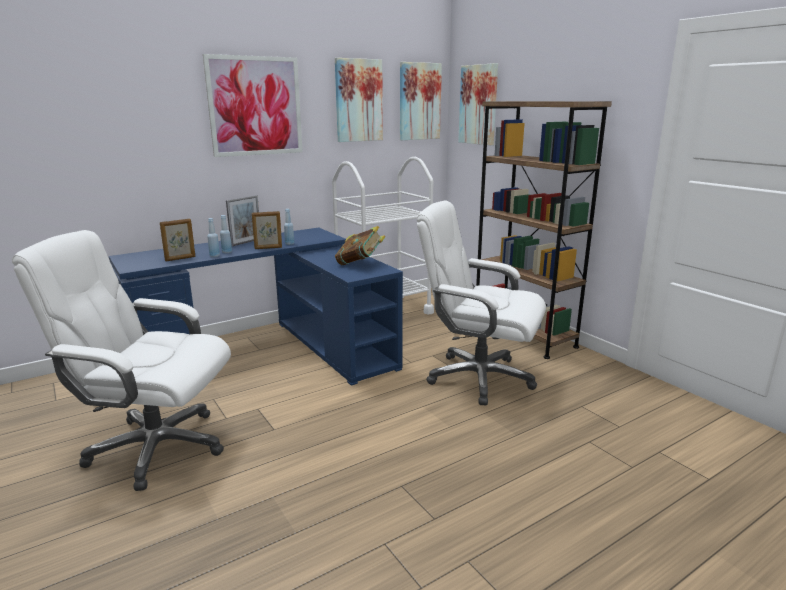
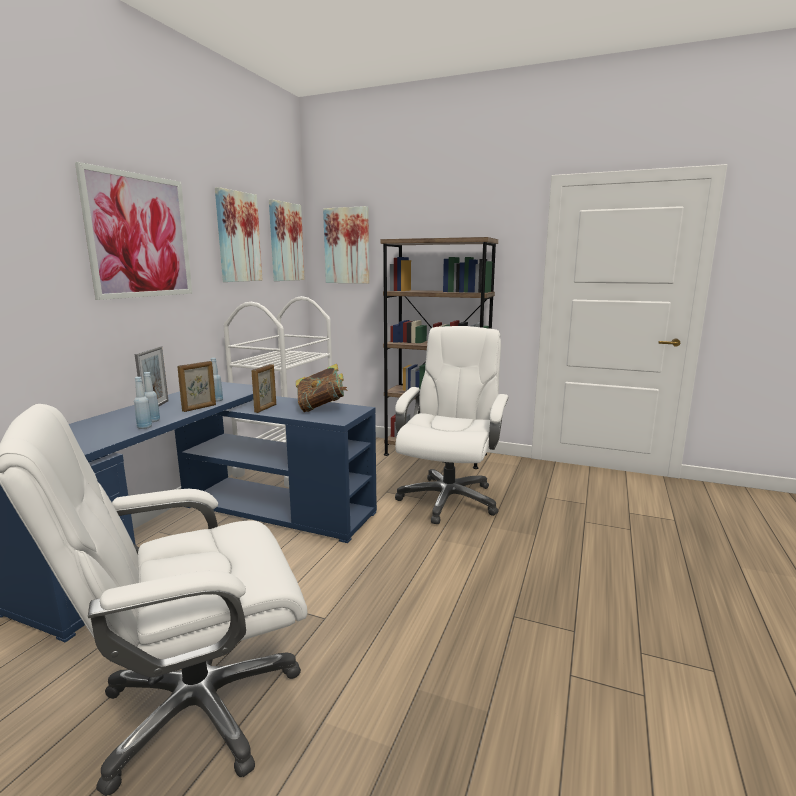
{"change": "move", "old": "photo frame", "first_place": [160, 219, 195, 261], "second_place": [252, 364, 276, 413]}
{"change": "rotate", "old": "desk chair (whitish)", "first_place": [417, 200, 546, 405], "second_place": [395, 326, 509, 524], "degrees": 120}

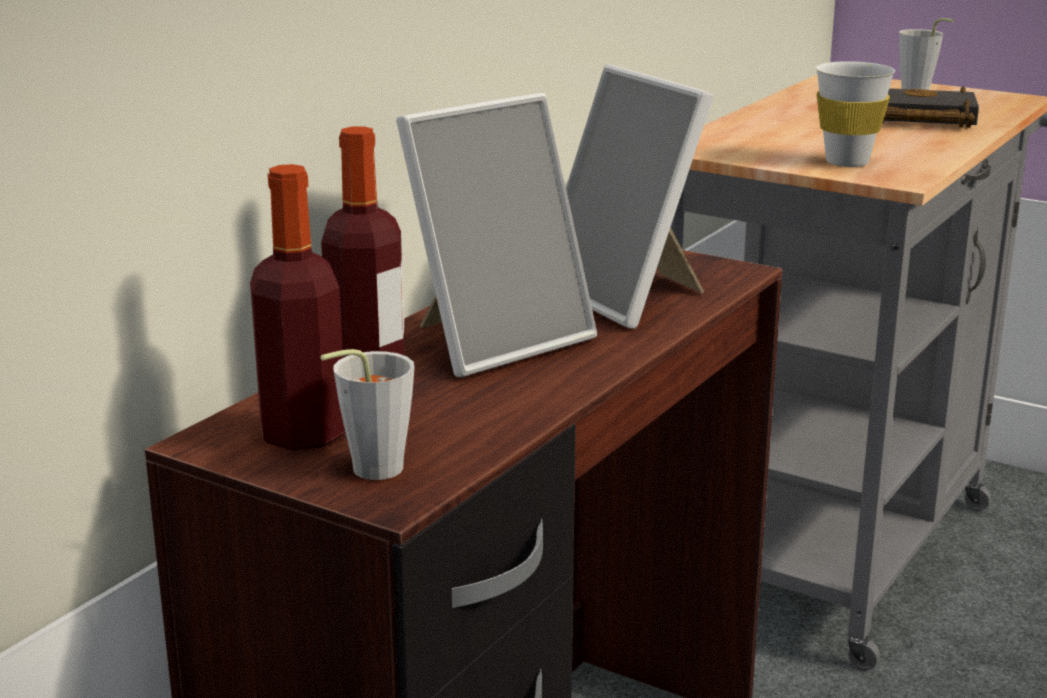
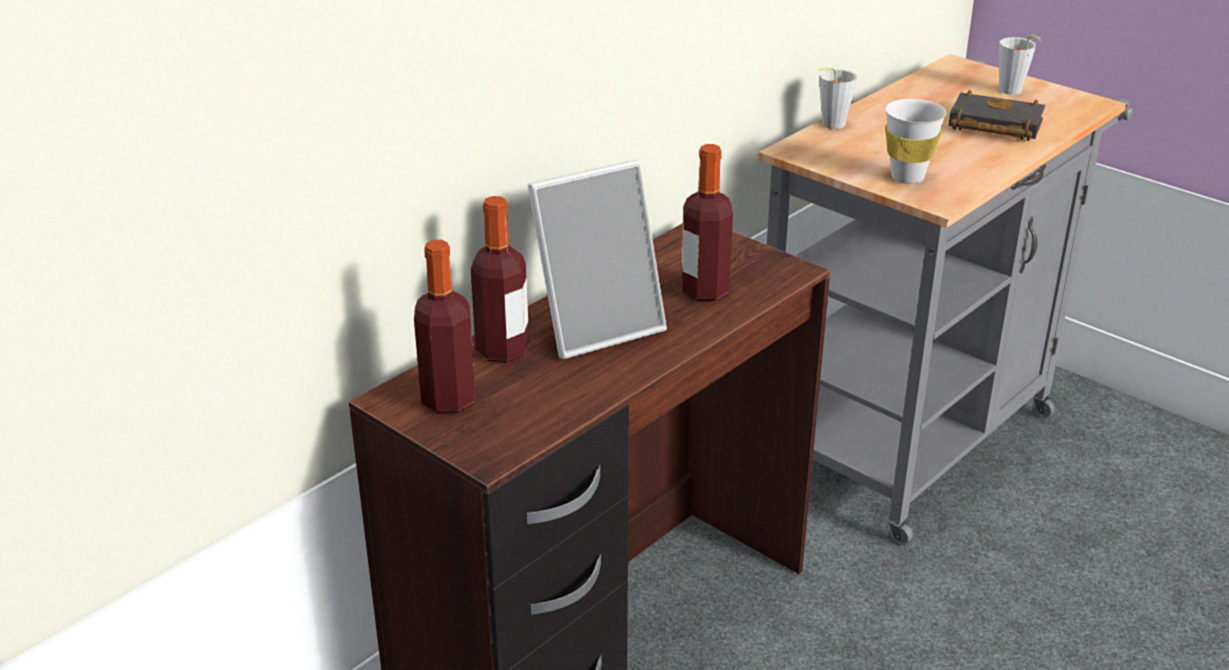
{"change": "move", "old": "drinking cup (gray)", "first_place": [321, 349, 415, 480], "second_place": [817, 67, 857, 129]}
{"change": "replace", "old": "photo frame", "new": "bottle", "first_place": [566, 64, 713, 329], "second_place": [681, 144, 733, 301]}

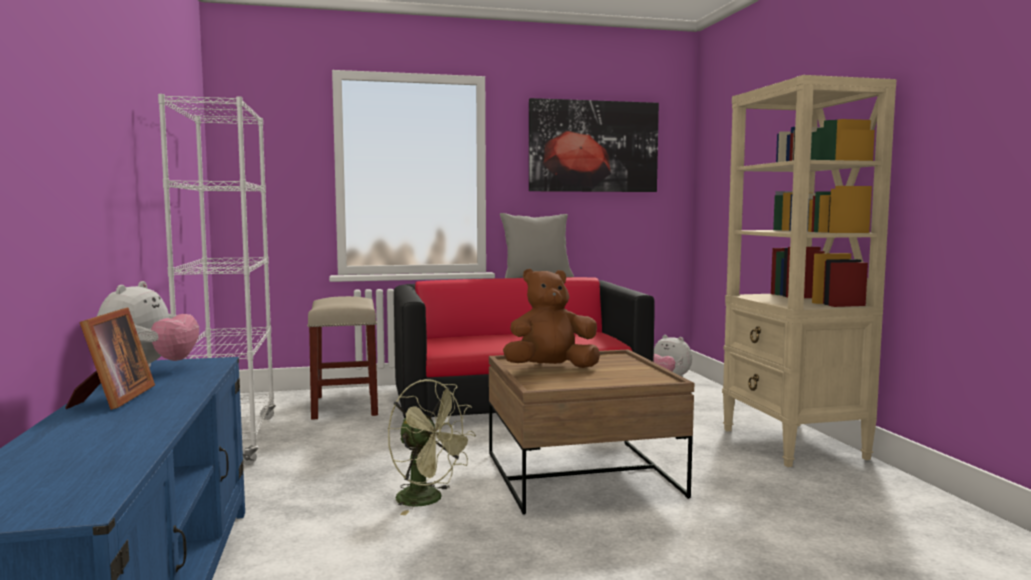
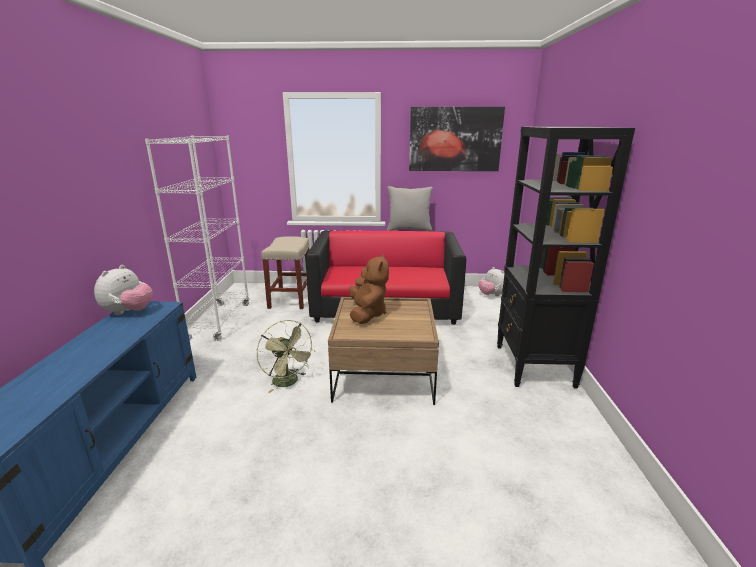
{"change": "delete", "old": "photo frame", "first_place": [65, 307, 155, 410]}
{"change": "recolor", "old": "shelving unit (beige-coloured)", "new": "shelving unit (black-coloured)", "first_place": [722, 75, 897, 467], "second_place": [497, 127, 635, 388]}
{"change": "rotate", "old": "cuddly toy (brown-coloured)", "first_place": [503, 269, 600, 368], "second_place": [349, 254, 389, 324], "degrees": 90}

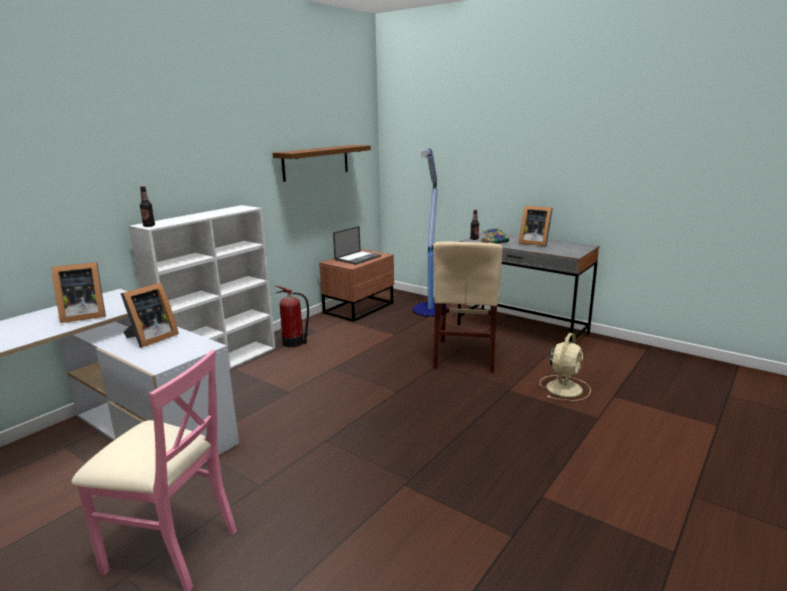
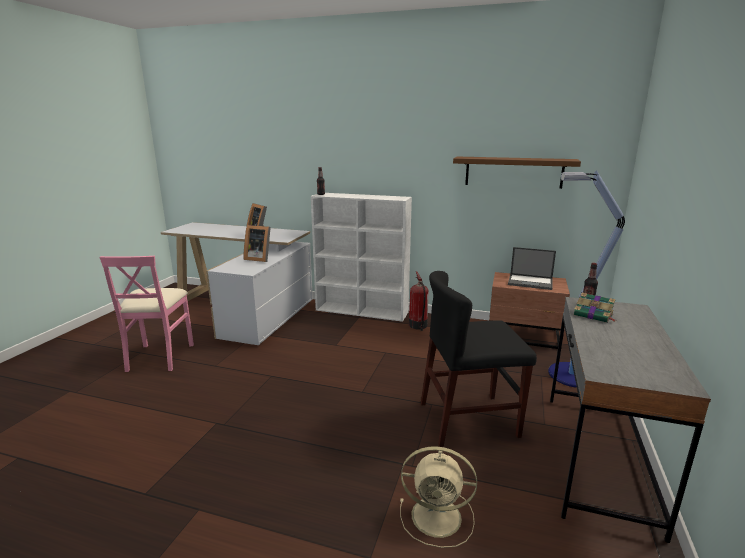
{"change": "delete", "old": "photo frame", "first_place": [519, 206, 553, 246]}
{"change": "recolor", "old": "chair (beige-coloured)", "new": "chair (black-coloured)", "first_place": [433, 242, 503, 373], "second_place": [421, 271, 537, 447]}

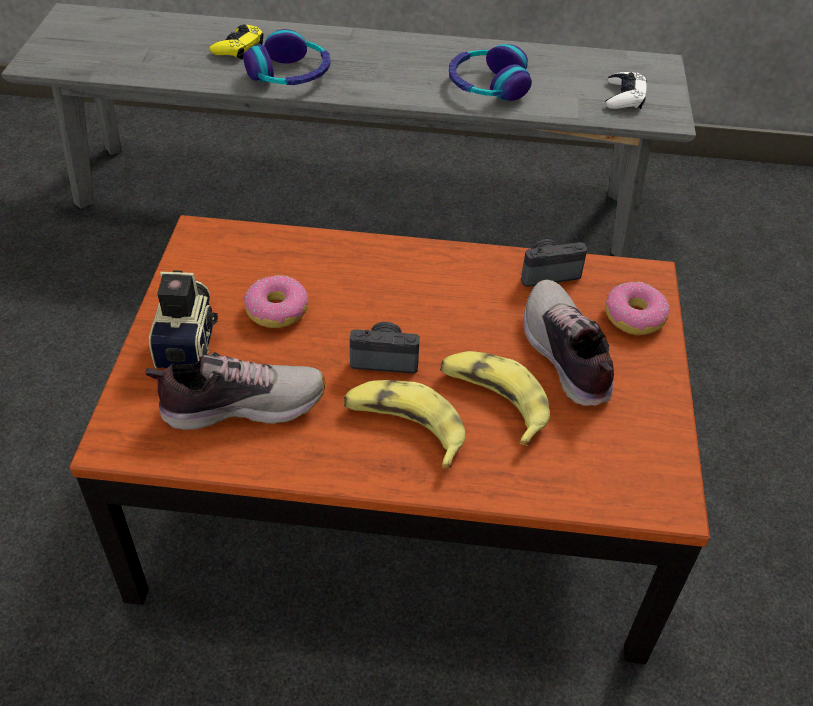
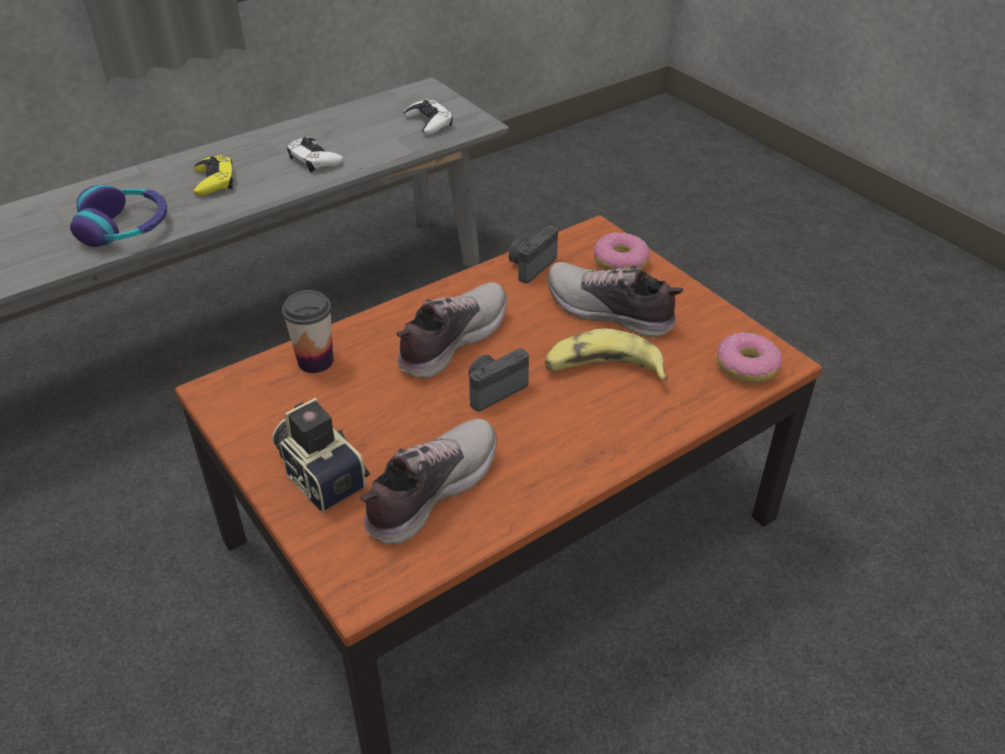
{"change": "delete", "old": "banana fruit", "first_place": [344, 380, 465, 469]}
{"change": "insert", "new": "drinking cup", "second_place": [282, 290, 333, 373]}
{"change": "insert", "new": "low shoe", "second_place": [396, 282, 507, 378]}
{"change": "move", "old": "gamepad (yellow)", "first_place": [210, 24, 264, 60], "second_place": [193, 155, 233, 196]}
{"change": "move", "old": "ring doughnut", "first_place": [244, 275, 308, 328], "second_place": [717, 332, 782, 383]}
{"change": "replace", "old": "headphones", "new": "gamepad (whitish)", "first_place": [449, 44, 532, 101], "second_place": [287, 137, 343, 172]}

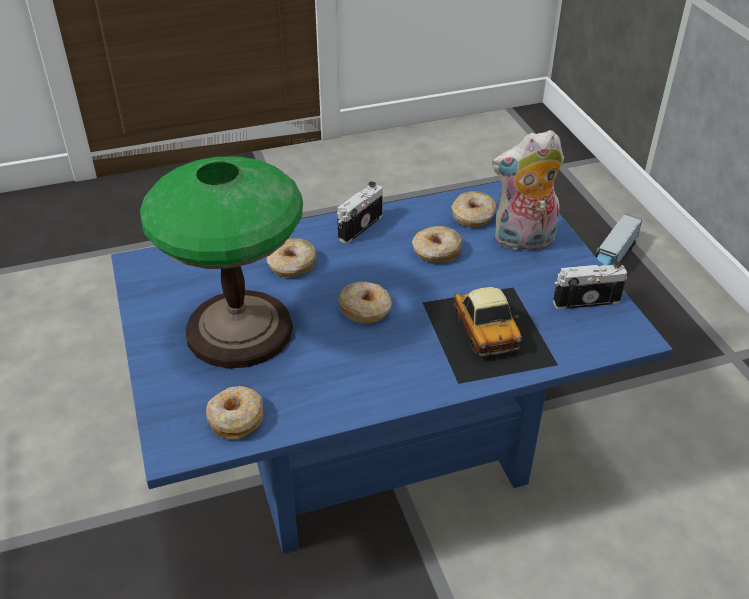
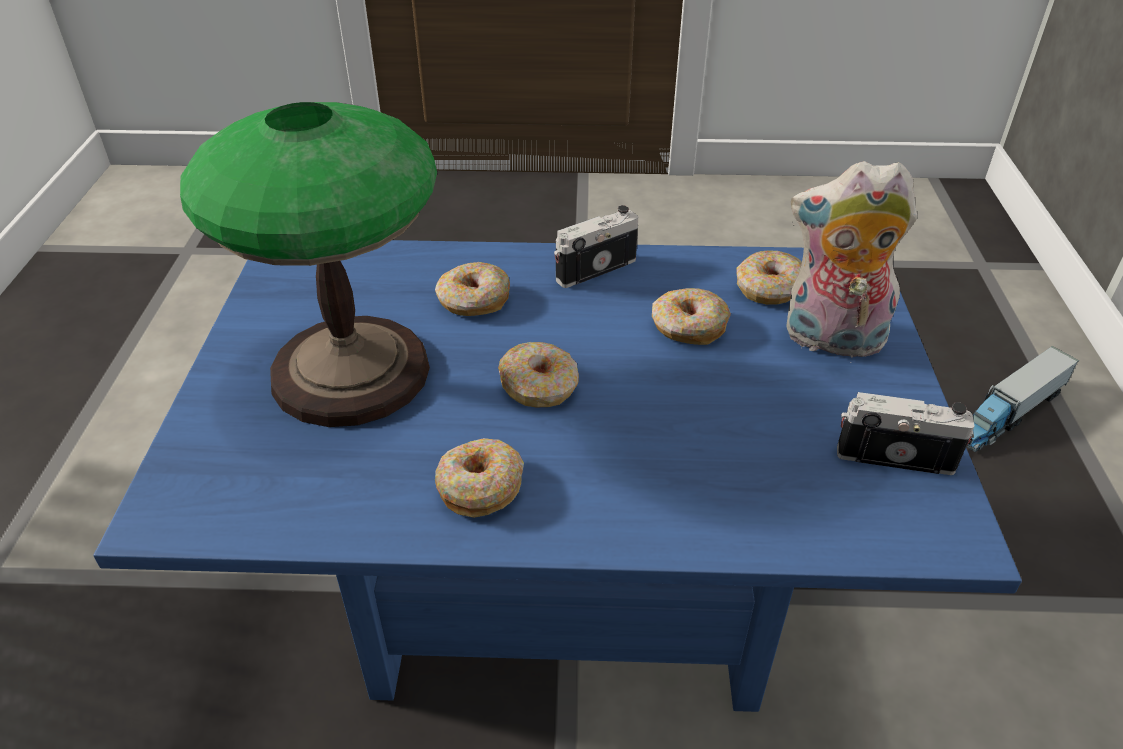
{"change": "delete", "old": "model car", "first_place": [423, 287, 558, 384]}
{"change": "move", "old": "ring doughnut", "first_place": [206, 386, 263, 439], "second_place": [435, 438, 524, 518]}

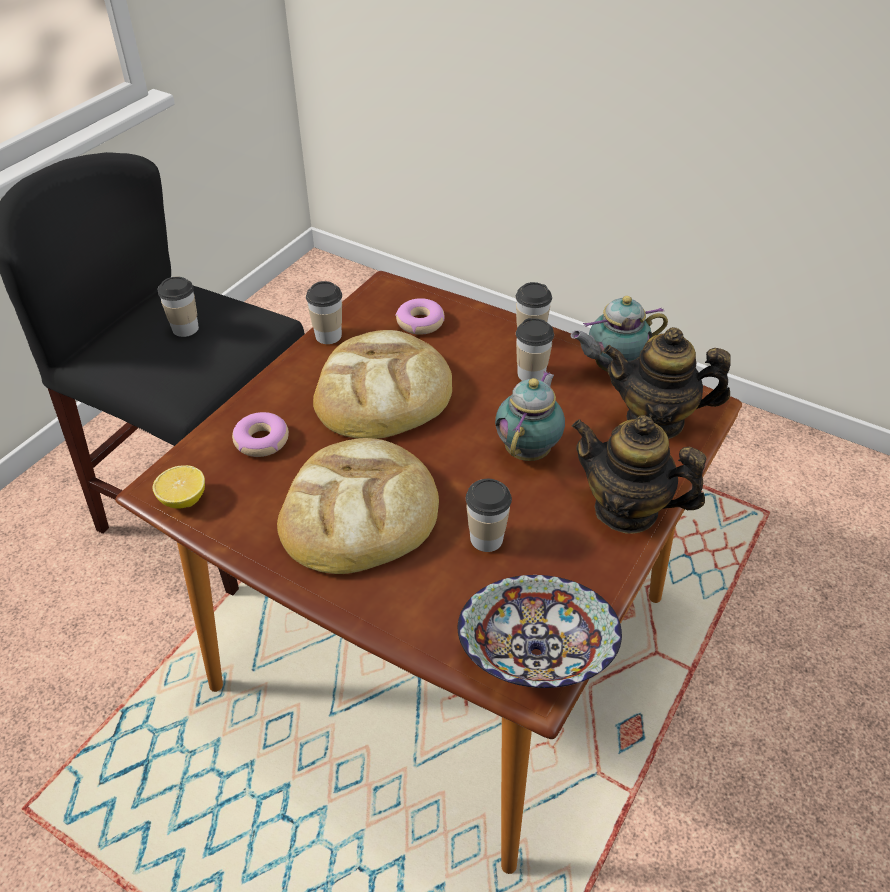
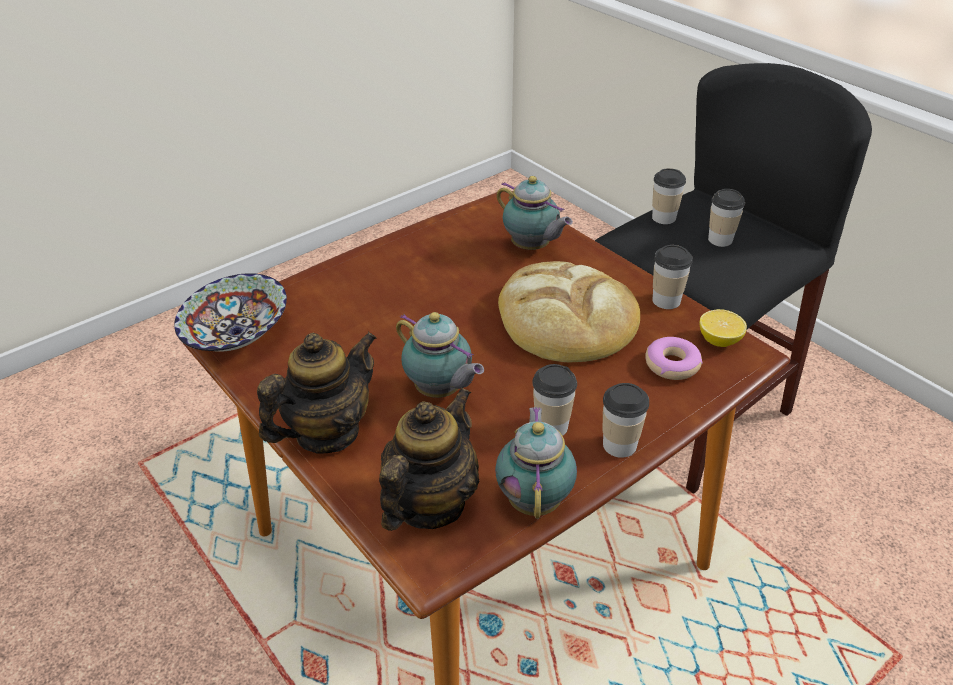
{"change": "delete", "old": "bread", "first_place": [277, 438, 439, 574]}
{"change": "move", "old": "whole lemon", "first_place": [152, 465, 205, 509], "second_place": [700, 309, 747, 347]}
{"change": "move", "old": "drinking cup", "first_place": [466, 479, 512, 552], "second_place": [652, 168, 686, 224]}
{"change": "replace", "old": "ring doughnut", "new": "tea pot", "first_place": [232, 412, 289, 457], "second_place": [497, 176, 573, 250]}

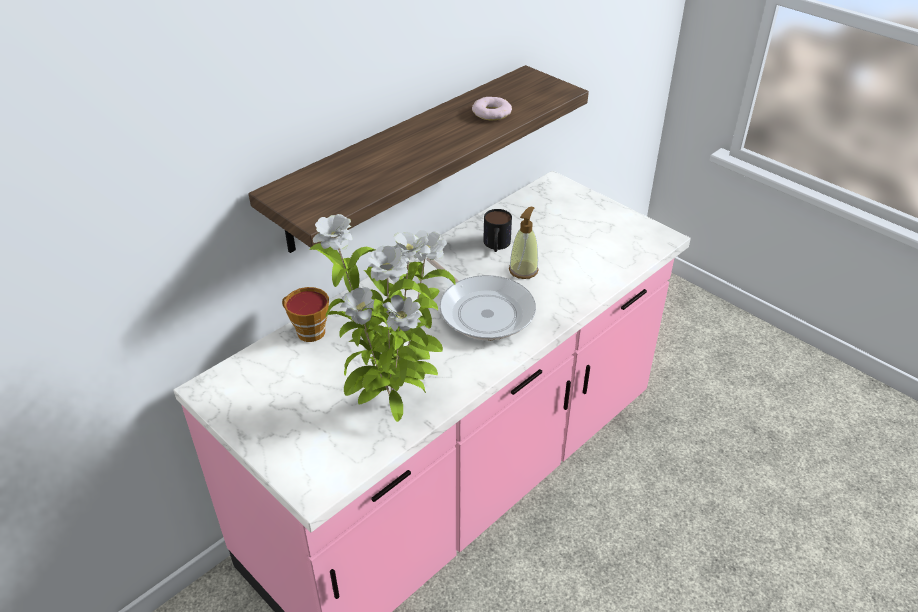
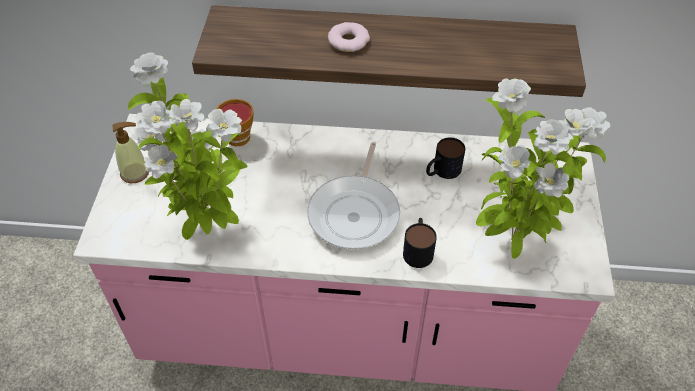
{"change": "insert", "new": "tea mug", "second_place": [403, 218, 437, 268]}
{"change": "insert", "new": "potted plant", "second_place": [476, 78, 610, 259]}
{"change": "move", "old": "ring doughnut", "first_place": [472, 97, 512, 120], "second_place": [328, 22, 370, 52]}
{"change": "move", "old": "liquid soap bottle", "first_place": [509, 207, 539, 279], "second_place": [112, 122, 149, 183]}

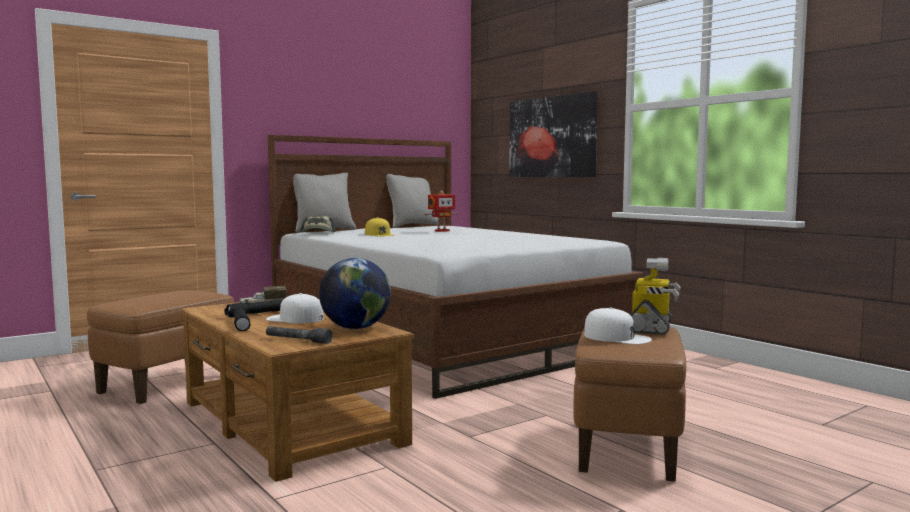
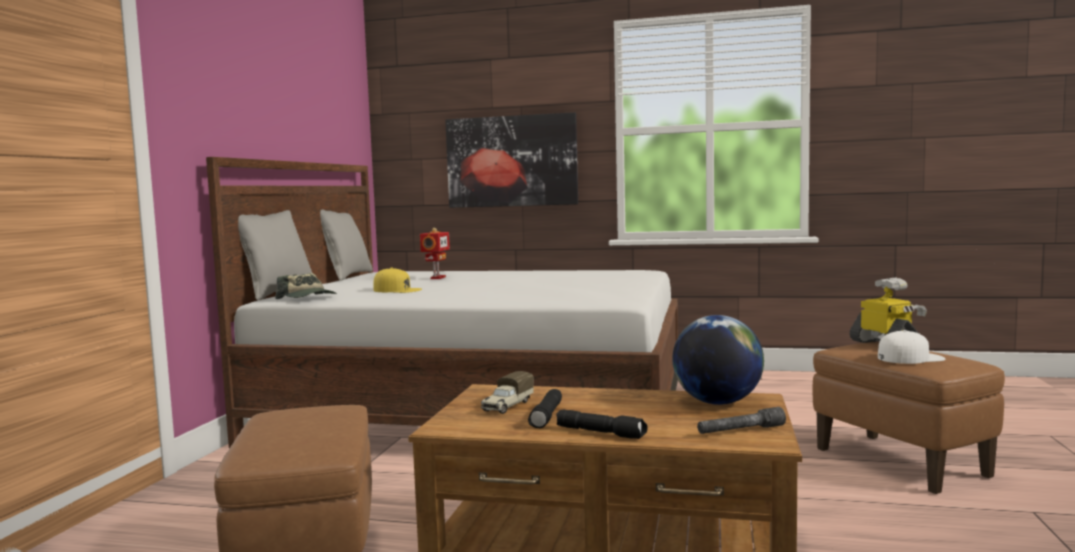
{"change": "delete", "old": "peaked cap (whitish)", "first_place": [266, 293, 324, 324]}

